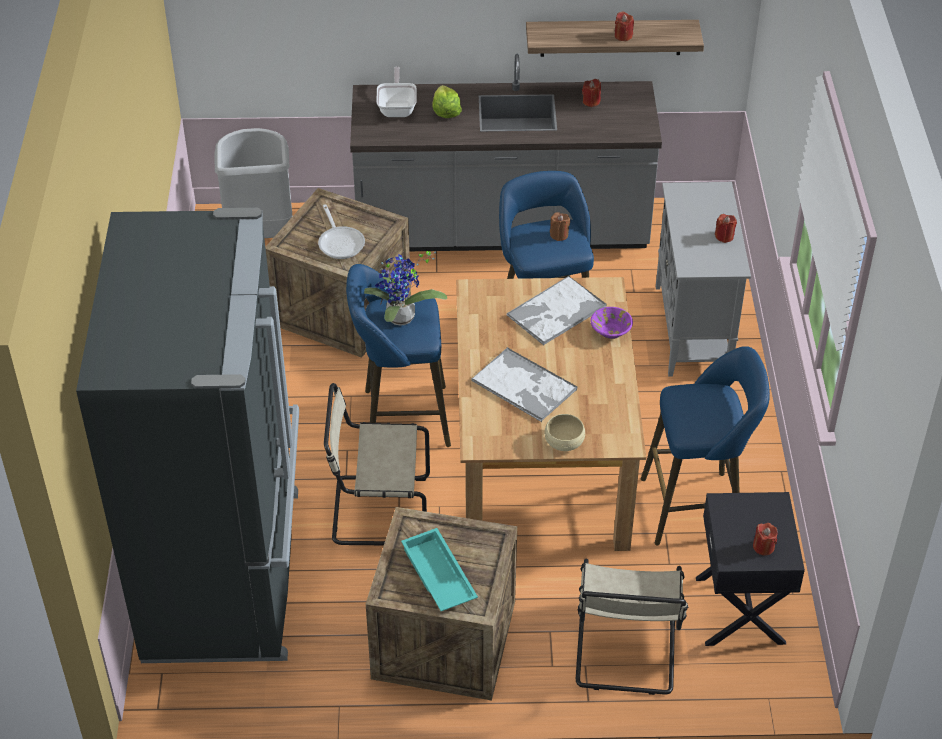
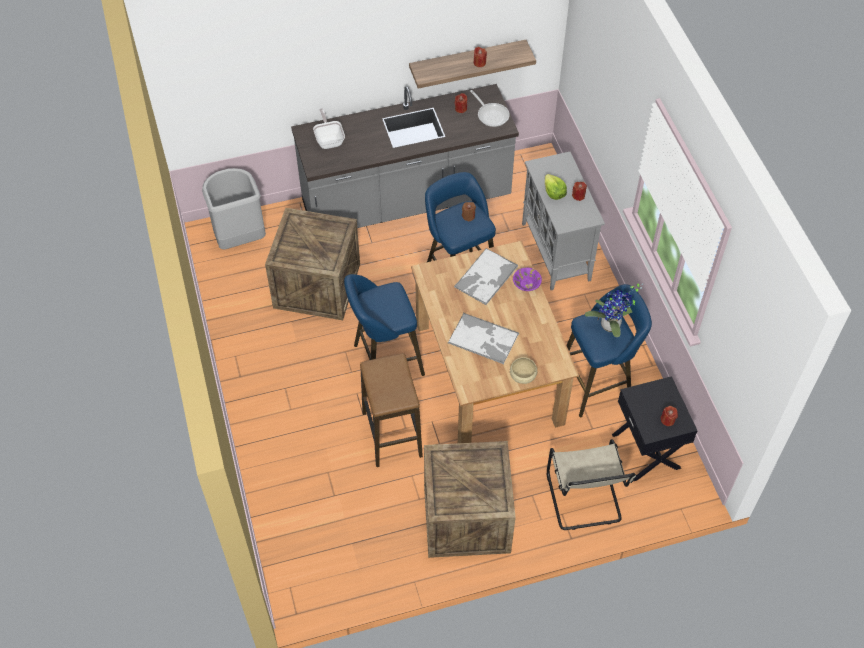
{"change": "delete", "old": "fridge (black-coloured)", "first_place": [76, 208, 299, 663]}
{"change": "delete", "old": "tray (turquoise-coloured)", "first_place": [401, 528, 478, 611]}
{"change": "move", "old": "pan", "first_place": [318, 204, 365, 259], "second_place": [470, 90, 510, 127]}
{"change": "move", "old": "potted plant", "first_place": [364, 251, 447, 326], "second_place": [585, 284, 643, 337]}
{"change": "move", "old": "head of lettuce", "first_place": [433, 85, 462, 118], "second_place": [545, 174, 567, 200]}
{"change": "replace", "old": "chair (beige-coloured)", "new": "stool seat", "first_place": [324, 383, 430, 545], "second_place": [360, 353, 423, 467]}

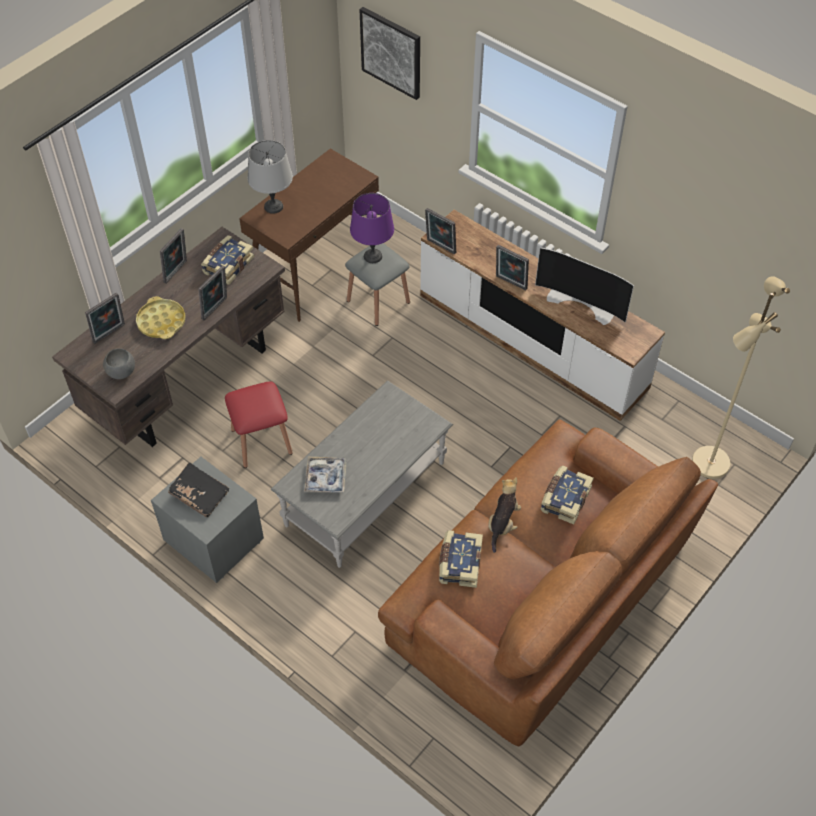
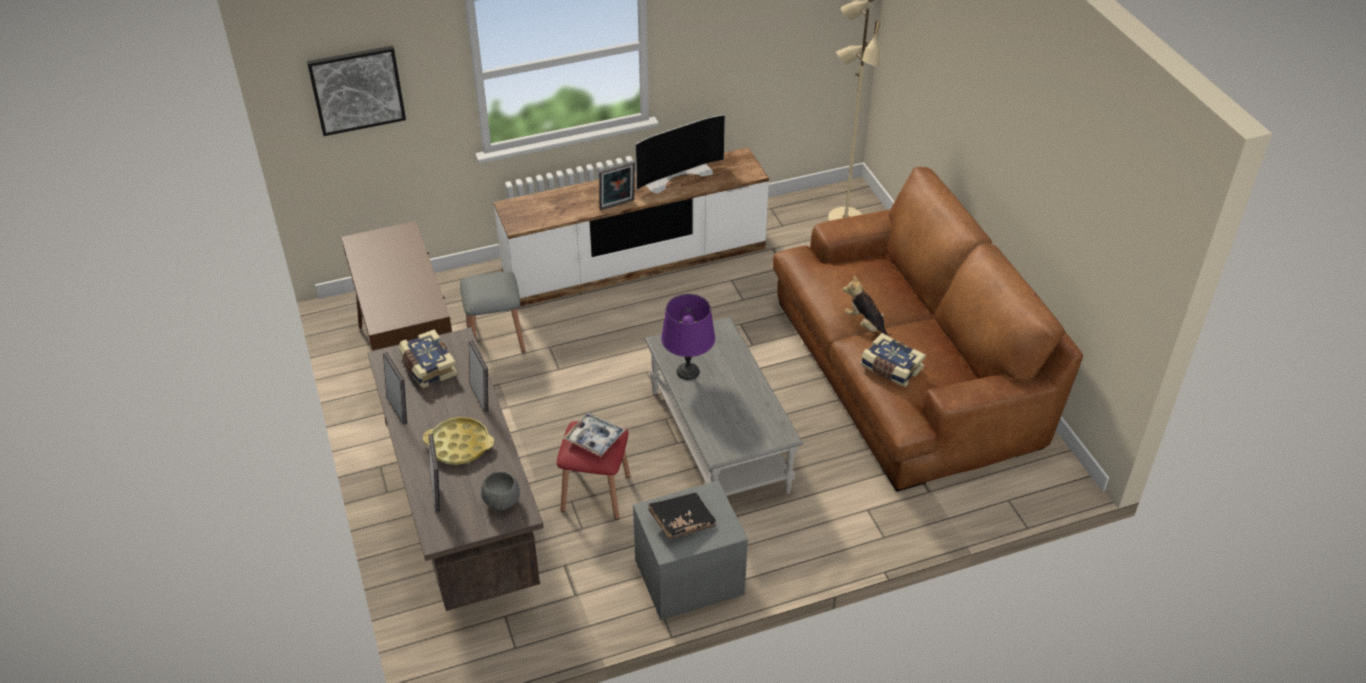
{"change": "delete", "old": "tabletop lamp (gray)", "first_place": [248, 140, 293, 214]}
{"change": "delete", "old": "photo frame", "first_place": [425, 208, 456, 255]}
{"change": "delete", "old": "bound book", "first_place": [541, 465, 594, 525]}
{"change": "move", "old": "tray", "first_place": [304, 457, 347, 493], "second_place": [563, 413, 626, 457]}
{"change": "move", "old": "tabletop lamp (purple)", "first_place": [350, 193, 394, 263], "second_place": [661, 294, 715, 380]}

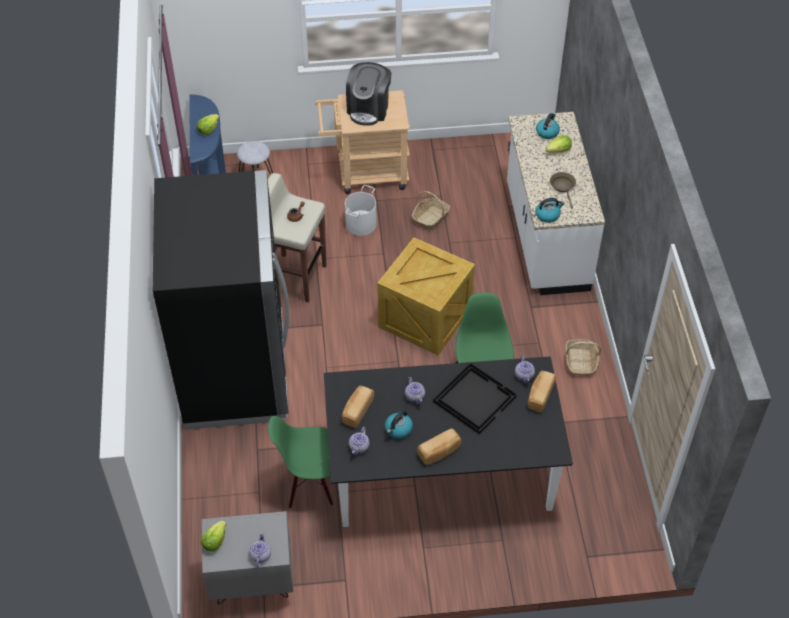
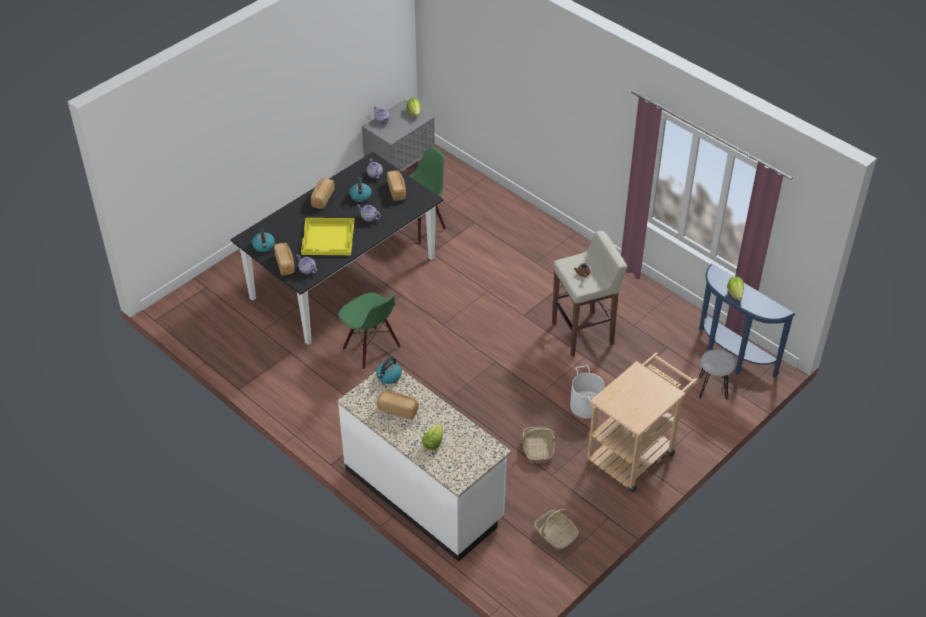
{"change": "delete", "old": "fridge (black-coloured)", "first_place": [153, 170, 289, 430]}
{"change": "delete", "old": "coffee maker", "first_place": [346, 62, 391, 126]}
{"change": "delete", "old": "crate", "first_place": [377, 238, 475, 355]}
{"change": "move", "old": "tea kettle", "first_place": [536, 113, 560, 139], "second_place": [252, 227, 275, 252]}
{"change": "move", "old": "basket", "first_place": [565, 339, 602, 376], "second_place": [534, 509, 579, 551]}
{"change": "replace", "old": "pan (brown-coloured)", "new": "bread", "first_place": [550, 172, 576, 208], "second_place": [377, 391, 419, 420]}
{"change": "recolor", "old": "tray (black-coloured)", "new": "tray (yellow)", "first_place": [433, 362, 517, 435], "second_place": [301, 218, 354, 255]}

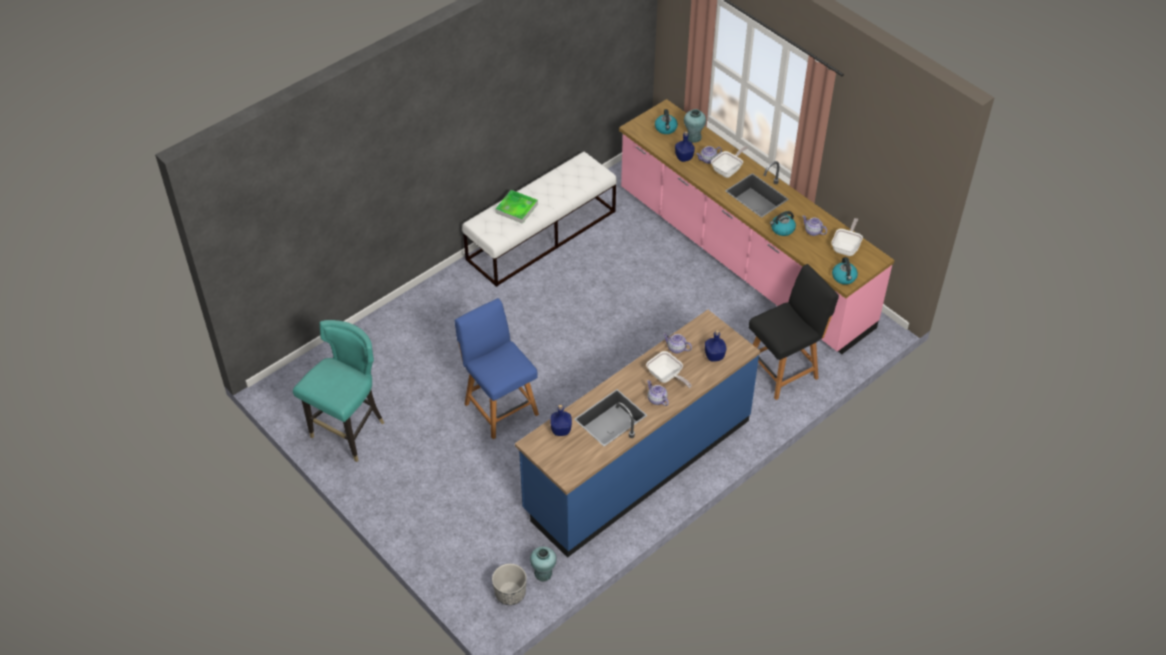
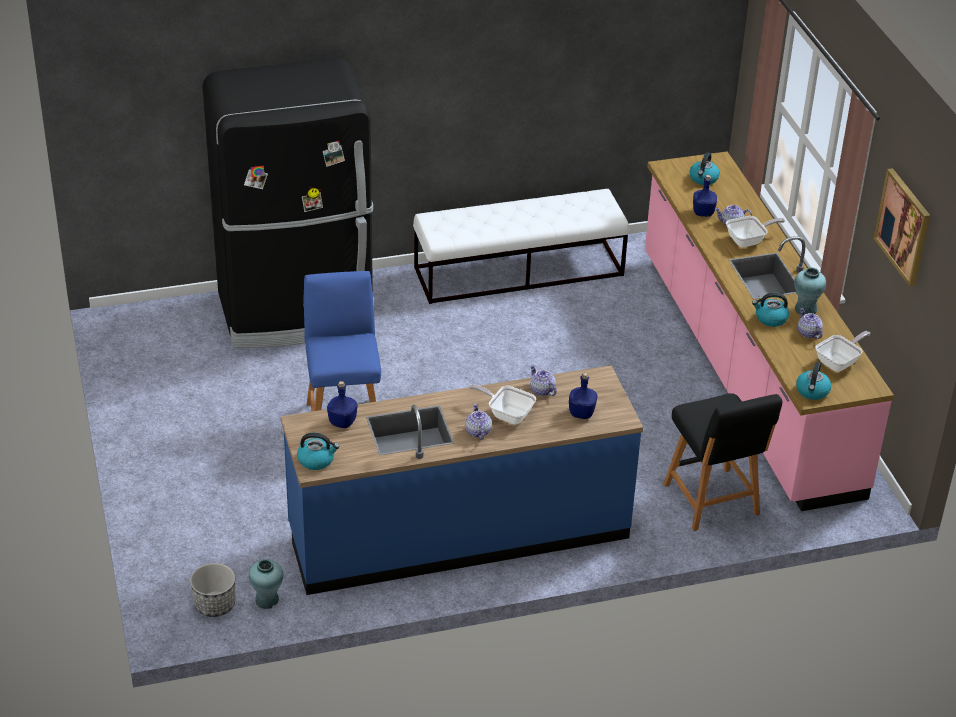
{"change": "delete", "old": "chair (turquoise-coloured)", "first_place": [293, 320, 384, 462]}
{"change": "delete", "old": "tray", "first_place": [495, 190, 538, 224]}
{"change": "insert", "new": "fridge (black-coloured)", "second_place": [202, 58, 373, 348]}
{"change": "insert", "new": "tea kettle", "second_place": [297, 433, 339, 470]}
{"change": "insert", "new": "wall picture", "second_place": [874, 168, 930, 287]}
{"change": "move", "old": "flower vase (turquoise-coloured)", "first_place": [684, 109, 706, 143], "second_place": [794, 267, 826, 315]}
{"change": "rotate", "old": "pan", "first_place": [646, 351, 692, 388], "second_place": [469, 384, 536, 424], "degrees": 135}
{"change": "rotate", "old": "chair (black-coloured)", "first_place": [749, 264, 839, 400], "second_place": [663, 393, 782, 531], "degrees": 75}

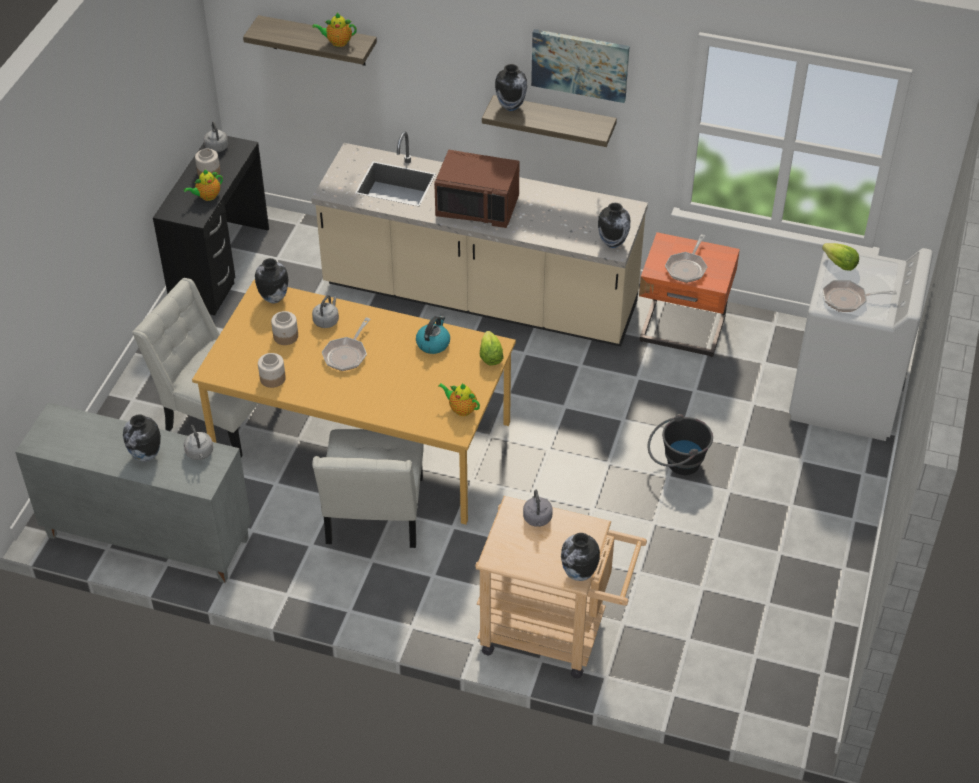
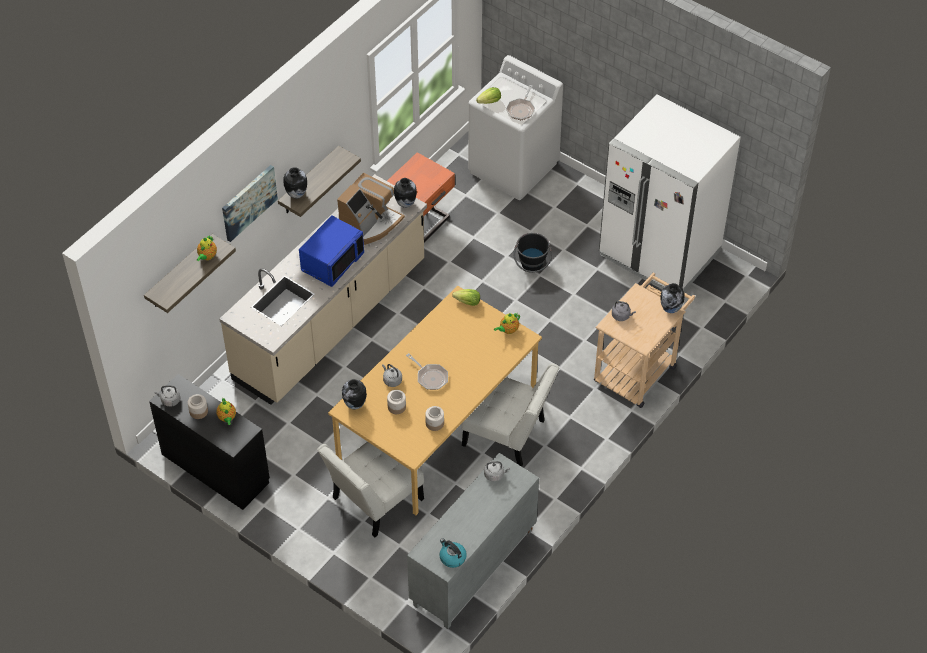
{"change": "delete", "old": "flower vase", "first_place": [123, 414, 161, 462]}
{"change": "delete", "old": "pan", "first_place": [665, 234, 707, 283]}
{"change": "insert", "new": "coffee maker", "second_place": [337, 173, 405, 245]}
{"change": "insert", "new": "fridge (whitish)", "second_place": [599, 94, 741, 292]}
{"change": "move", "old": "tea kettle", "first_place": [416, 316, 450, 354], "second_place": [439, 538, 467, 568]}
{"change": "move", "old": "wall picture", "first_place": [531, 29, 630, 103], "second_place": [222, 165, 278, 242]}
{"change": "recolor", "old": "microwave (brown-coloured)", "new": "microwave (blue-coloured)", "first_place": [434, 149, 519, 228], "second_place": [299, 215, 364, 287]}

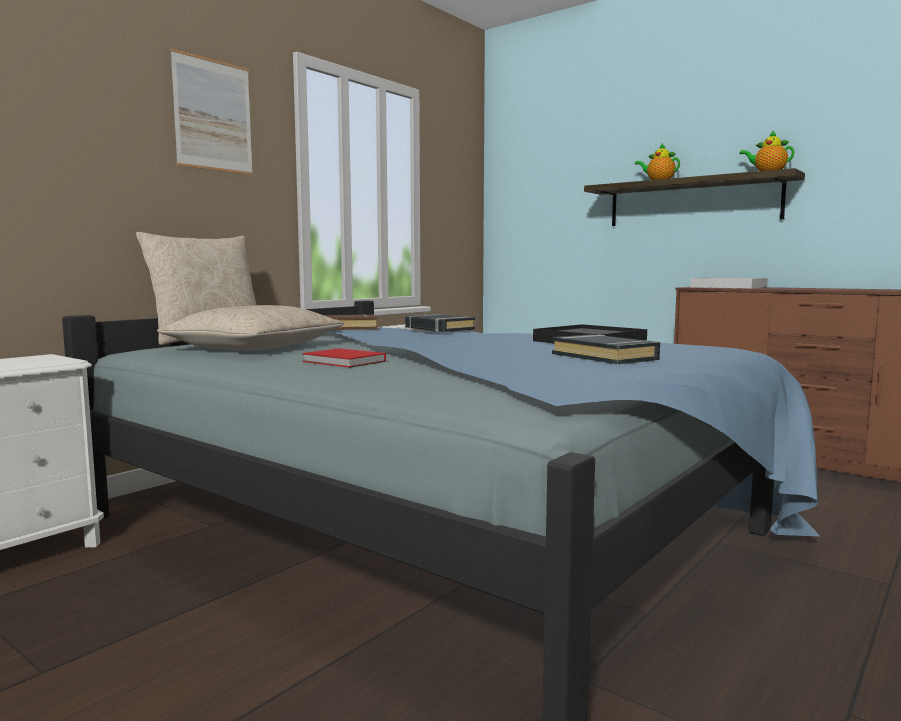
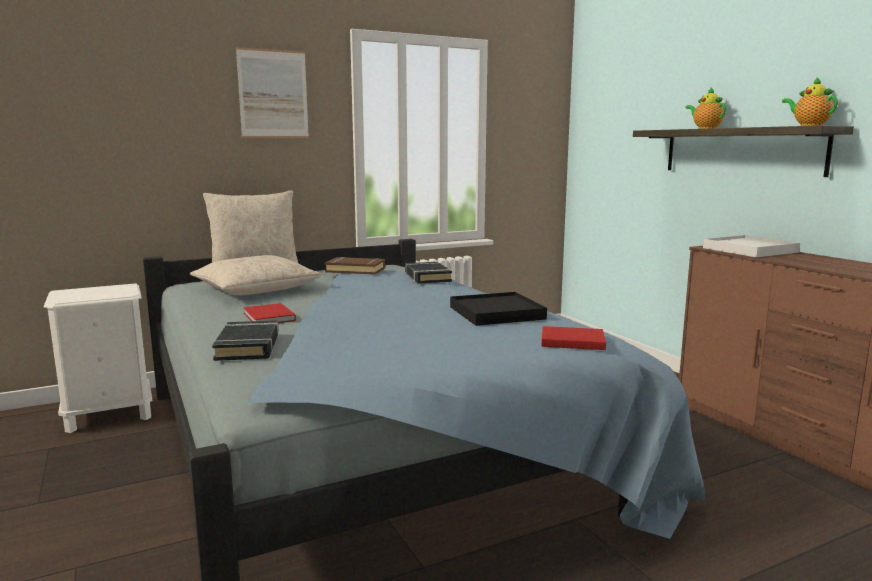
{"change": "insert", "new": "bound book (red-coloured)", "second_place": [541, 326, 606, 350]}
{"change": "move", "old": "bound book (black-coloured)", "first_place": [552, 334, 660, 364], "second_place": [212, 321, 279, 361]}

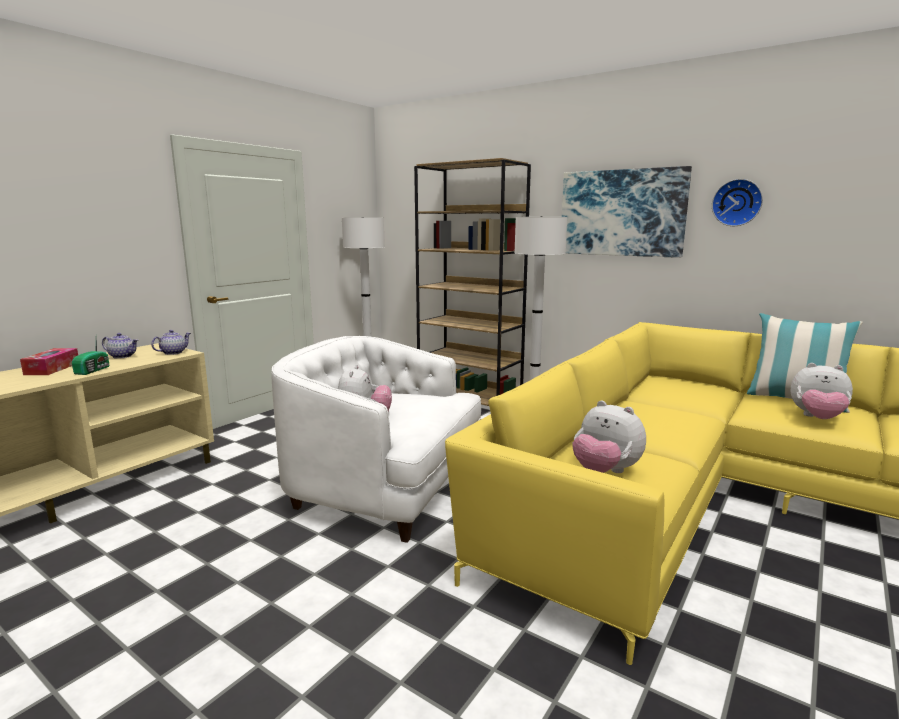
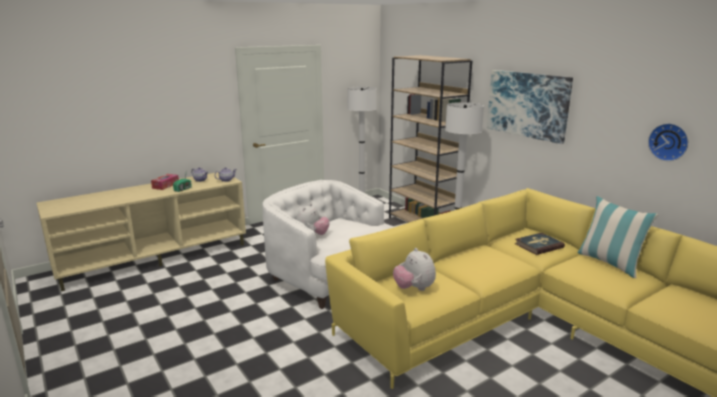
{"change": "delete", "old": "cuddly toy", "first_place": [791, 363, 853, 419]}
{"change": "insert", "new": "bound book", "second_place": [515, 233, 565, 255]}
{"change": "move", "old": "clock on the wall", "first_place": [712, 179, 763, 226], "second_place": [648, 123, 689, 161]}

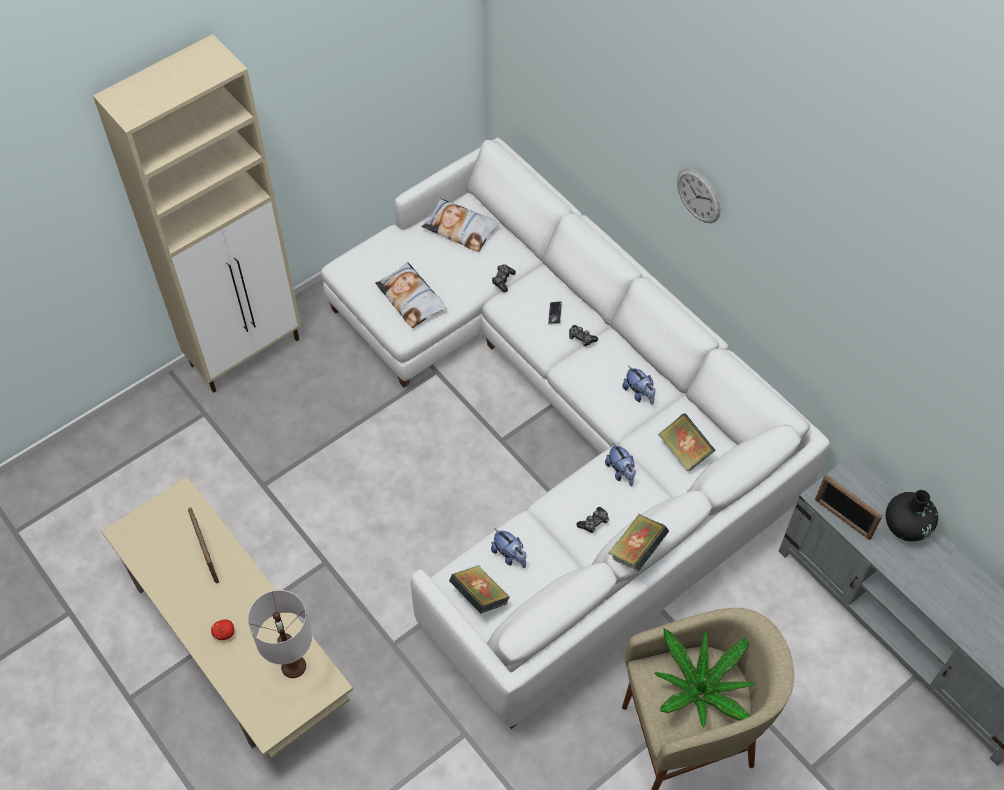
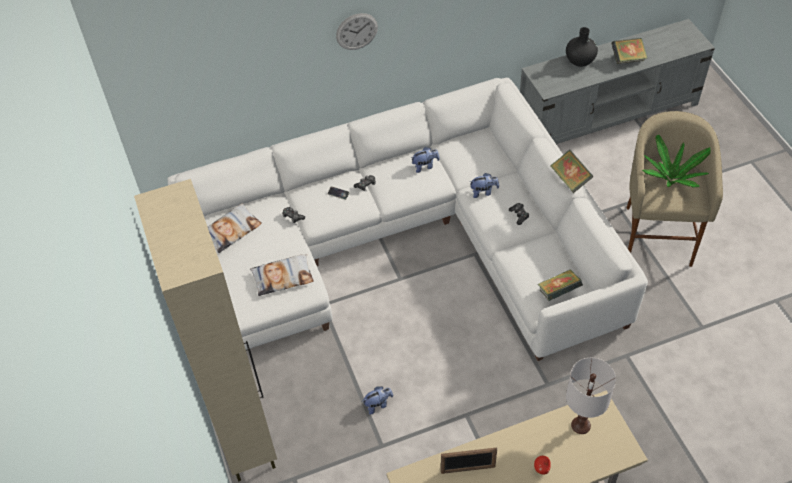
{"change": "delete", "old": "photo frame", "first_place": [815, 475, 883, 540]}
{"change": "move", "old": "cuddly toy", "first_place": [491, 528, 526, 568], "second_place": [363, 386, 393, 415]}
{"change": "move", "old": "bound book", "first_place": [658, 413, 715, 472], "second_place": [611, 38, 647, 64]}

